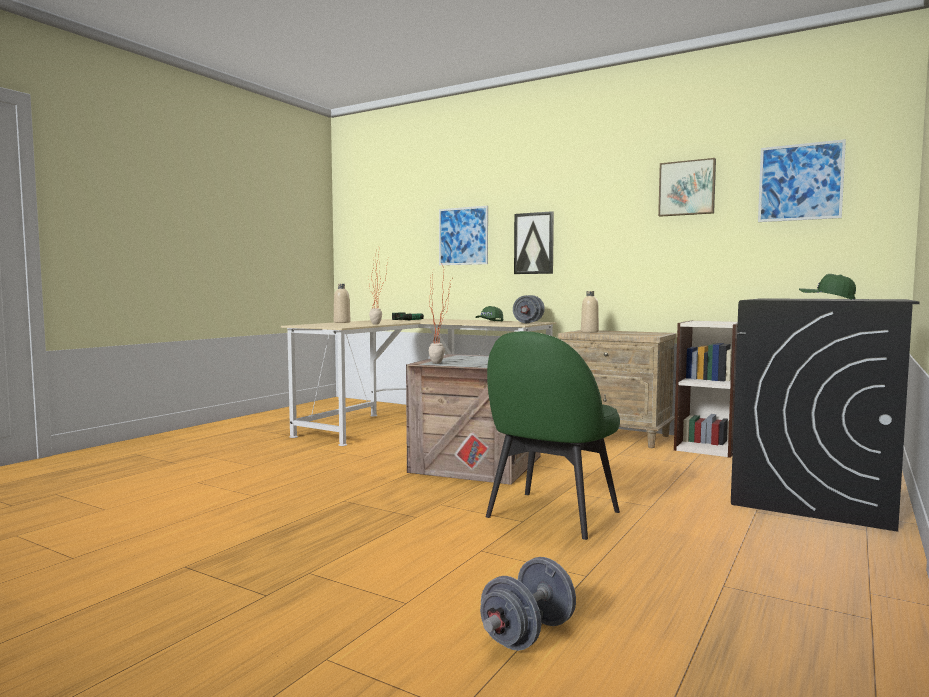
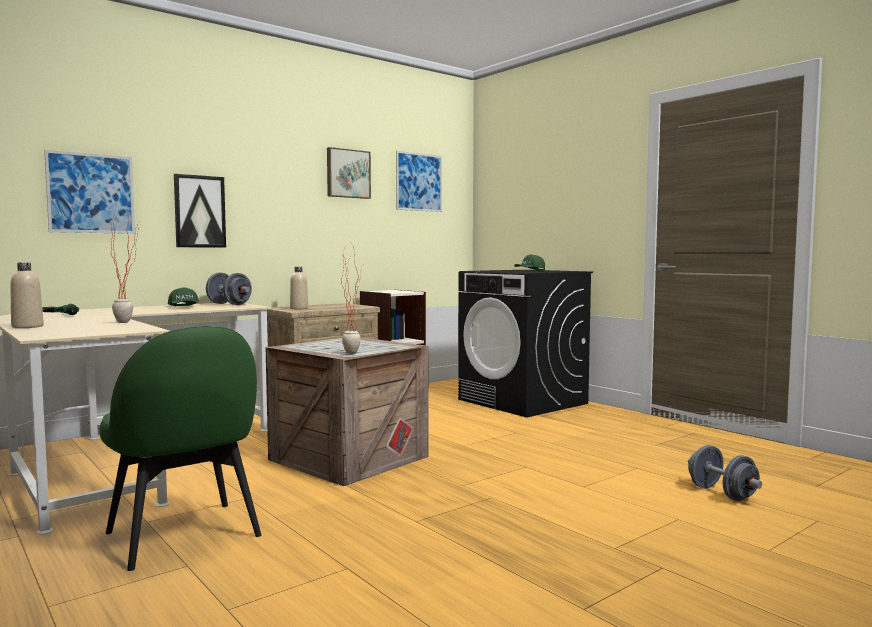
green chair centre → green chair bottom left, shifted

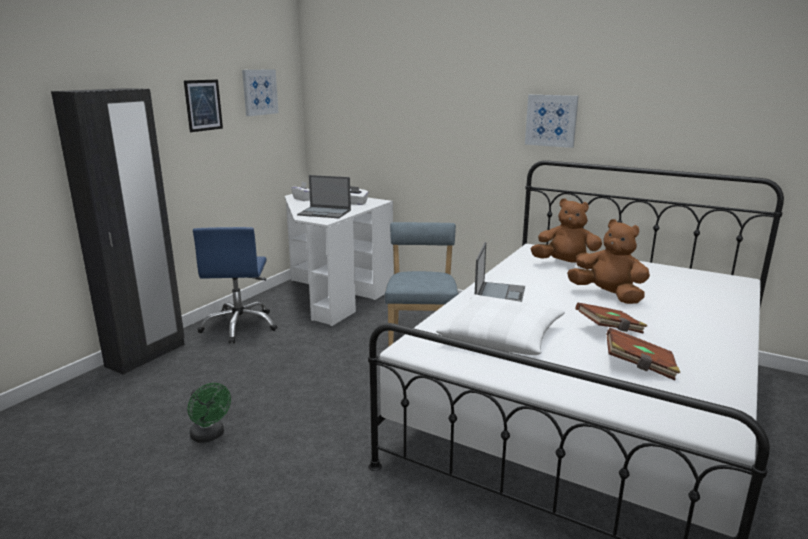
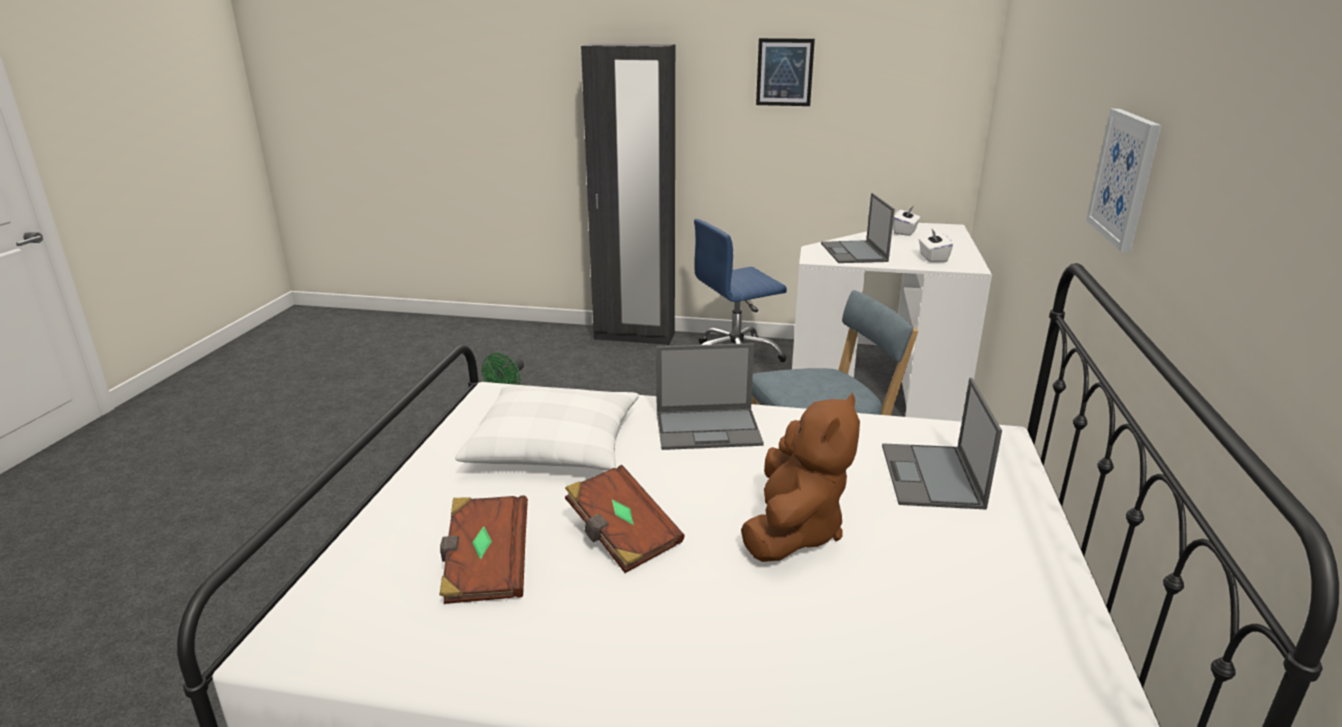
wall picture (no. 2 from left) top left → -
brown-coloured cuddly toy (no. 1 from left) middle right → portable computer (no. 3 from left) middle right

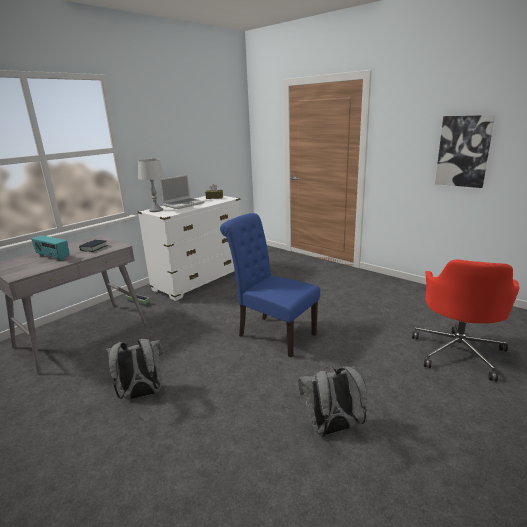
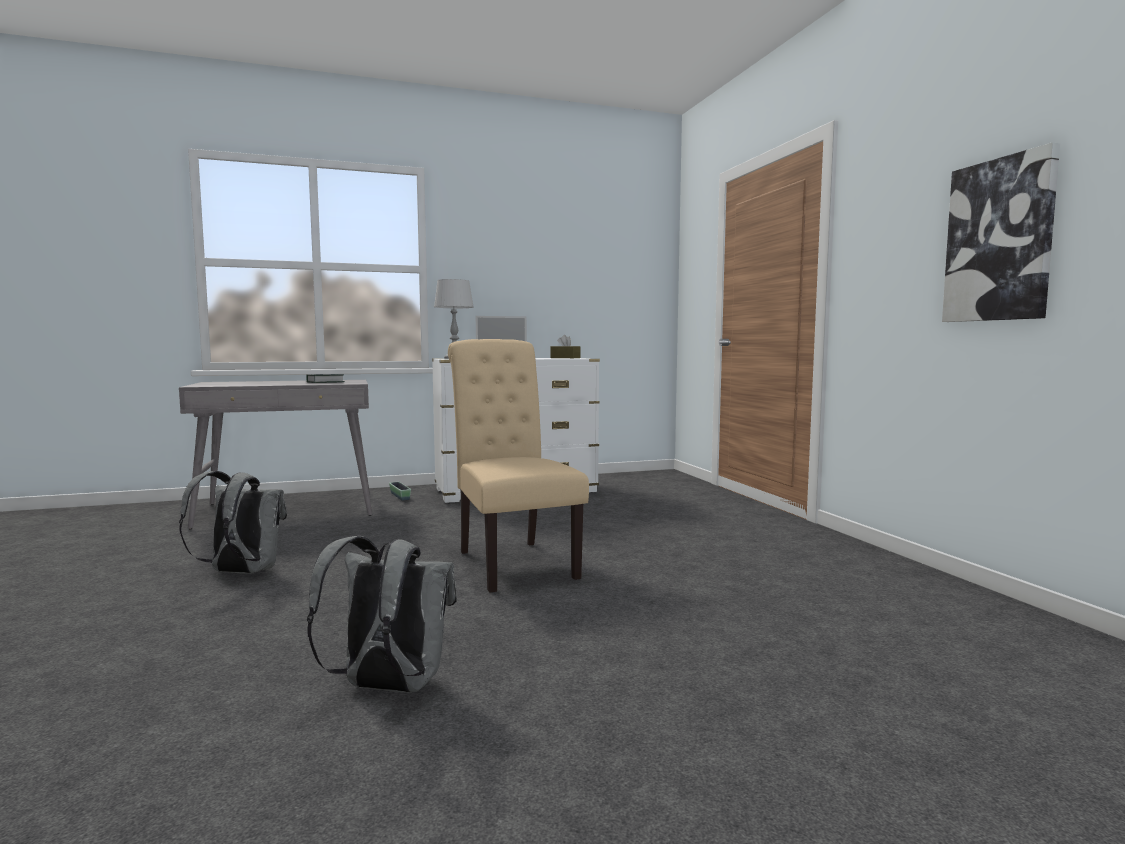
radio set middle left → -
red-coloured office chair middle right → -
bluish chair centre → beige-coloured chair centre

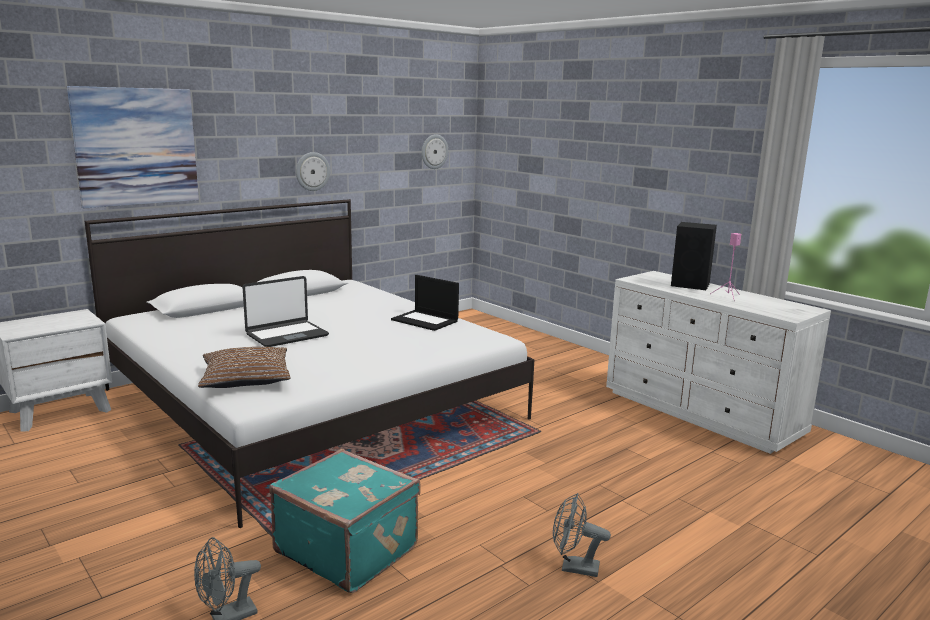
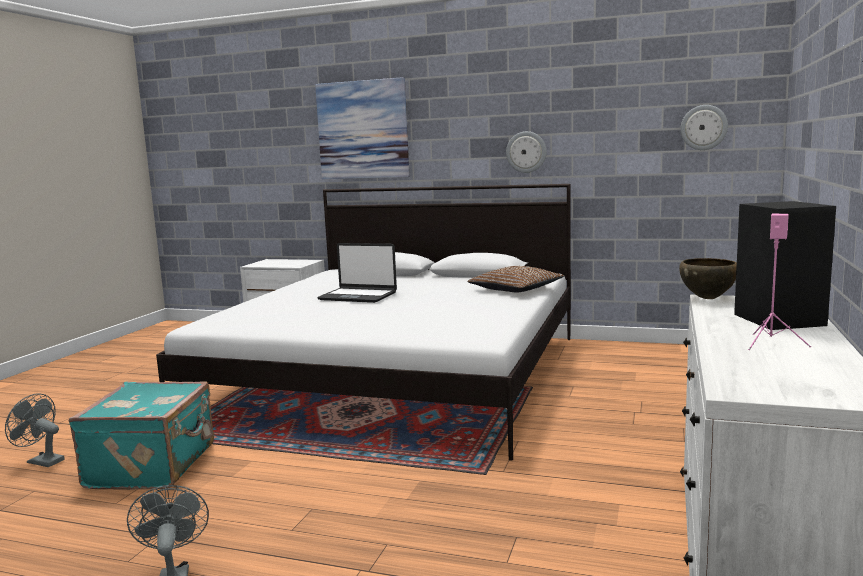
portable computer (no. 2 from left) centre → -
- → brown-coloured bowl middle right
brown-coloured pillow middle left → brown-coloured pillow centre, shifted

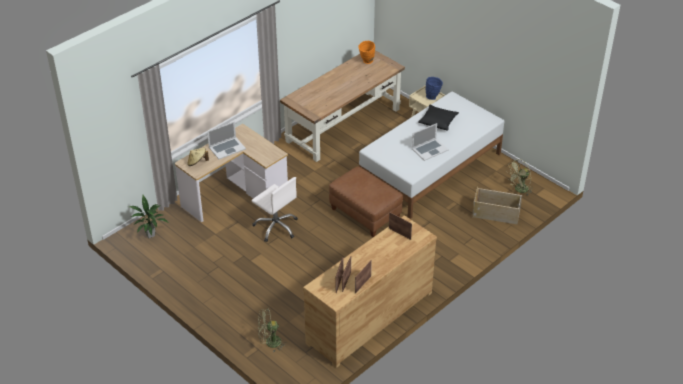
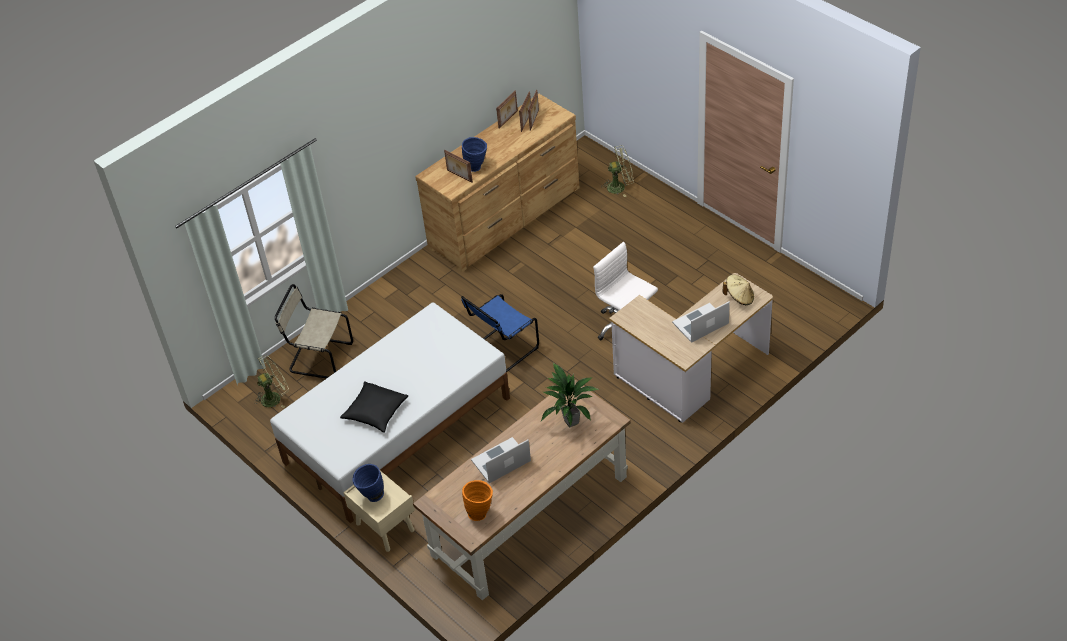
- → bluish vase (no. 2 from left) top centre
houseplant middle left → houseplant centre, shifted
portable computer (no. 2 from left in the first image) centre → portable computer (no. 1 from left) bottom centre, shifted
brown-coloured footrest centre → bluish chair centre
beige-coloured storage bin middle right → beige-coloured chair middle left

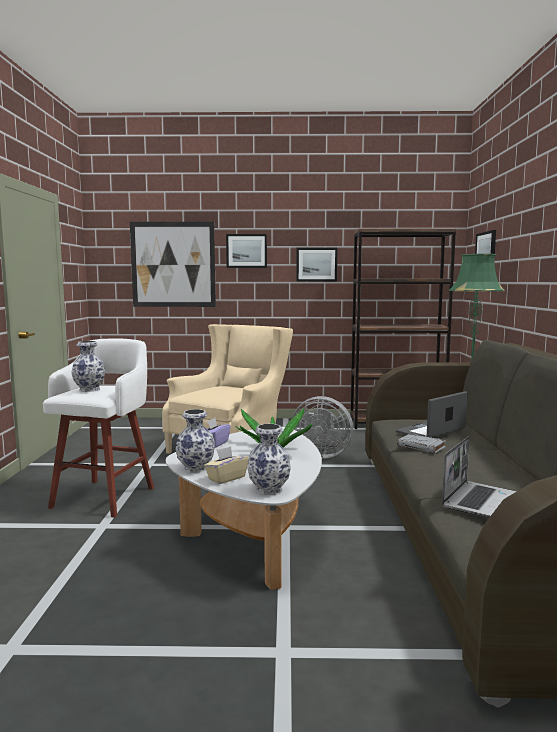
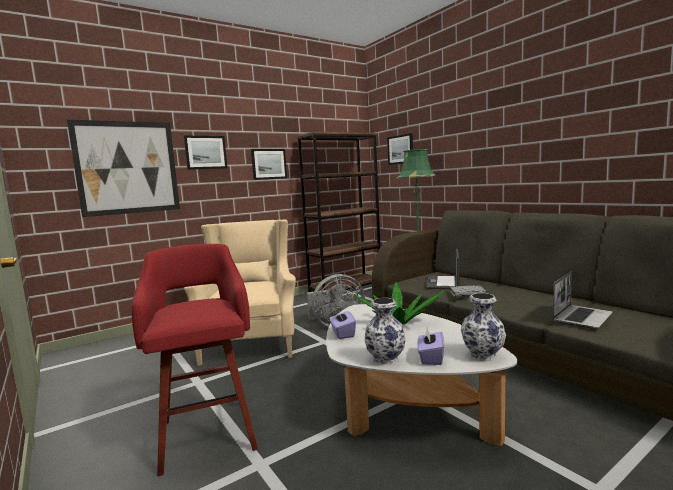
vase (no. 1 from left) middle left → -
whitish sitting stool middle left → red-coloured sitting stool bottom left
beige-coloured tissue box centre → purple-coloured tissue box (no. 2 from left) bottom centre
portable computer (no. 2 from left) middle right, 45 degrees clockwise

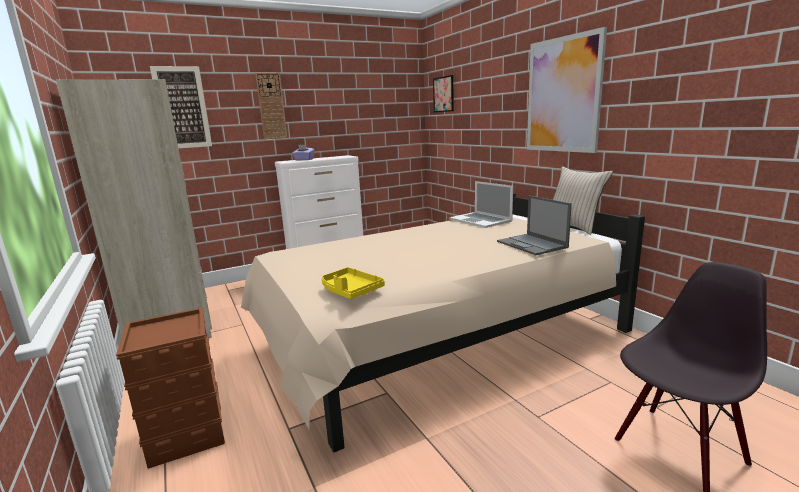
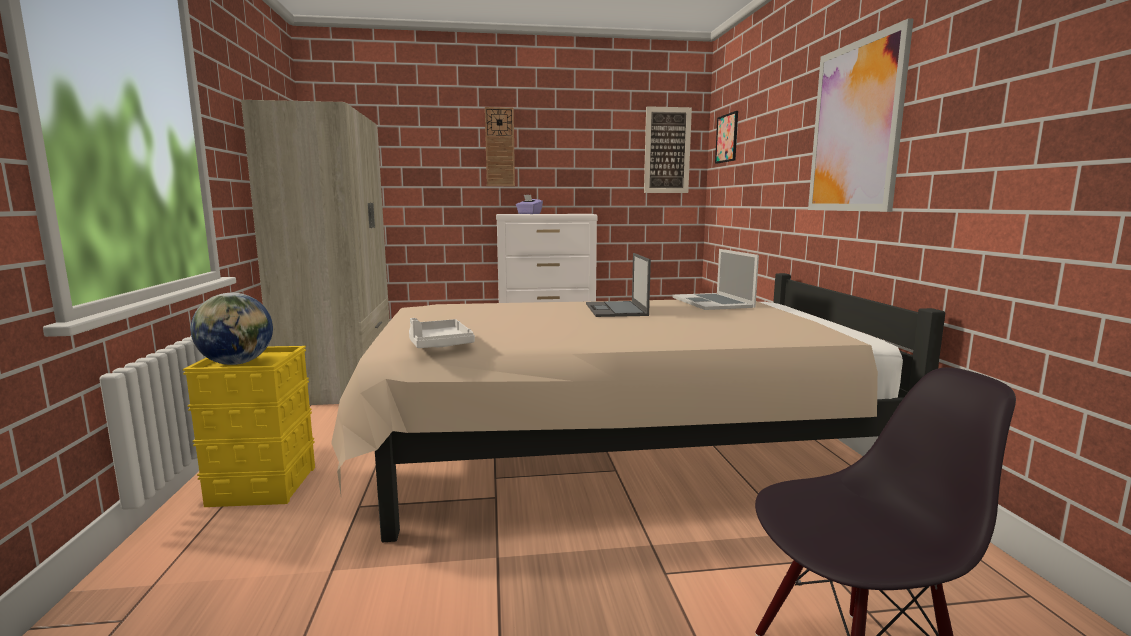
beige-coloured pillow middle right → -
- → globe middle left
wall picture (no. 1 from left) top left → wall picture (no. 1 from left) top centre, shifted
portable computer (no. 2 from left in the first image) middle right → portable computer (no. 1 from left) centre, shifted
brown-coloured storage bin bottom left → yellow-coloured storage bin bottom left
yellow-coloured carrying tray centre → whitish carrying tray centre

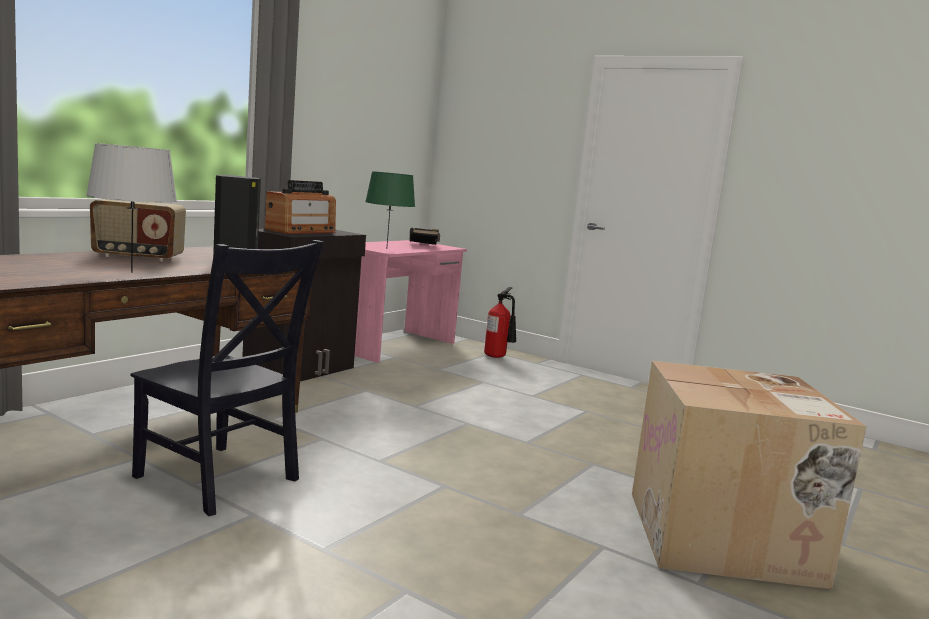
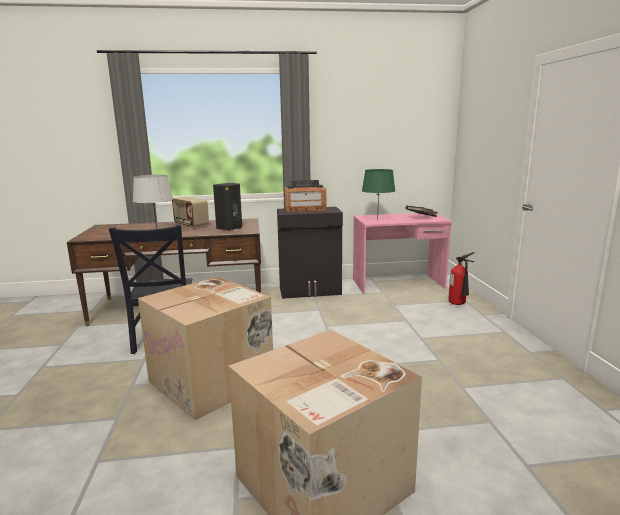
- → carton (no. 1 from left) bottom left

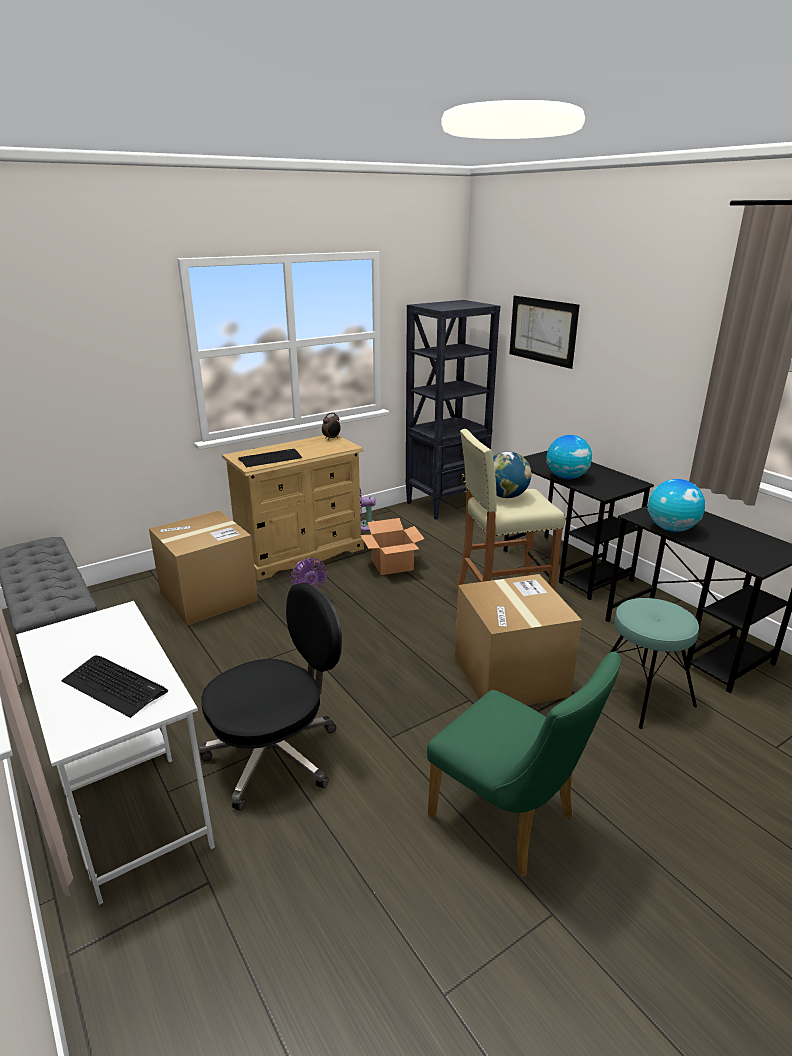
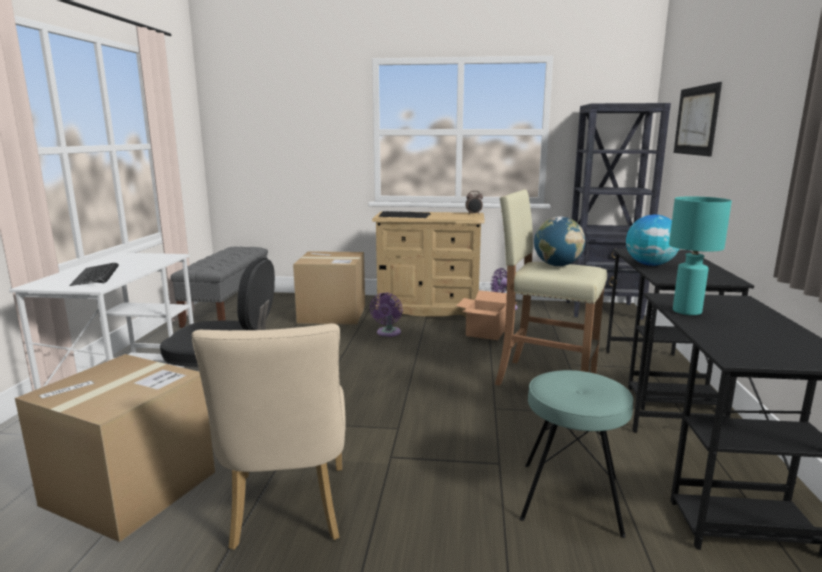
carton (no. 3 from left in the first image) centre → carton (no. 1 from left) bottom left, shifted
globe (no. 3 from left) middle right → turquoise tabletop lamp middle right
green chair bottom centre → beige-coloured chair bottom left

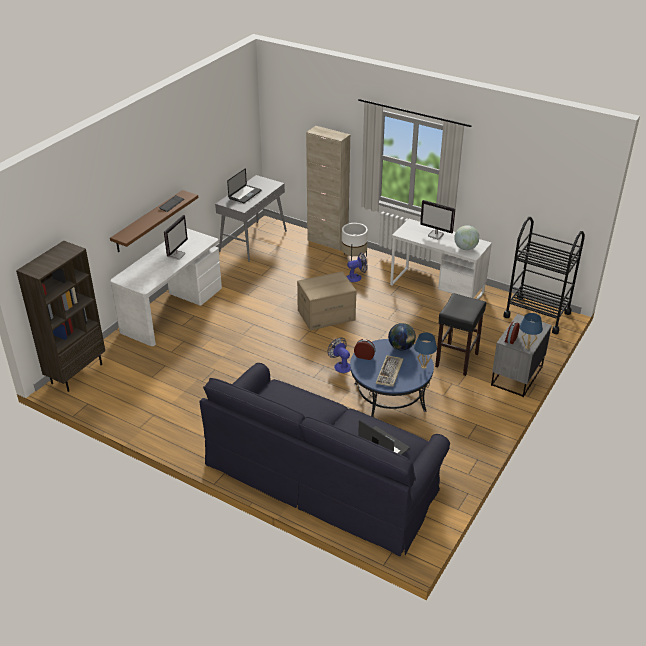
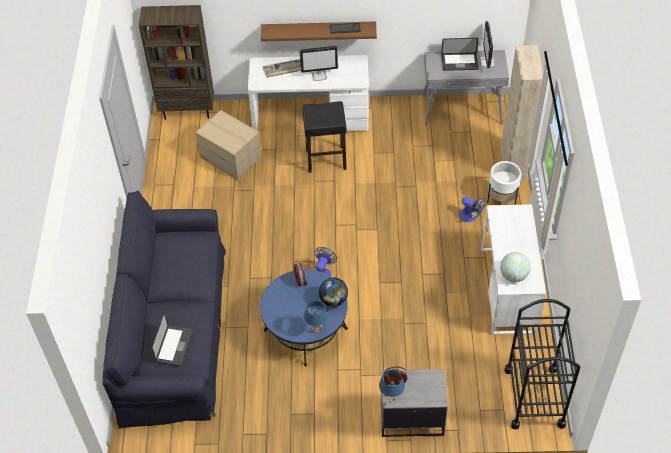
carton centre → carton top centre, shifted
PC keyboard (no. 2 from left in the first image) centre → PC keyboard (no. 1 from left) top centre, shifted
monitor (no. 2 from left) middle right → monitor (no. 2 from left) top right, shifted
blackish sitting stool middle right → blackish sitting stool top centre, shifted

